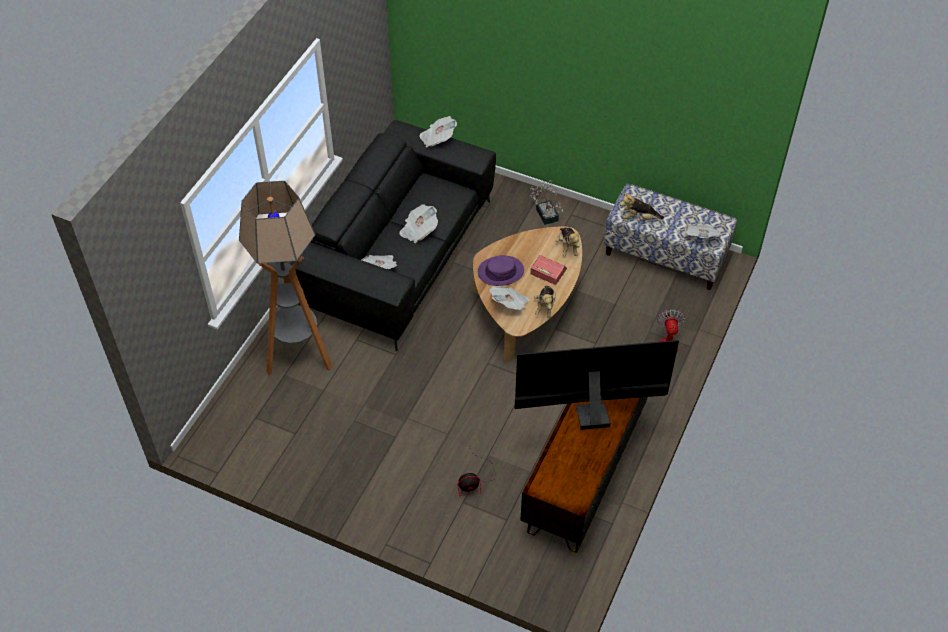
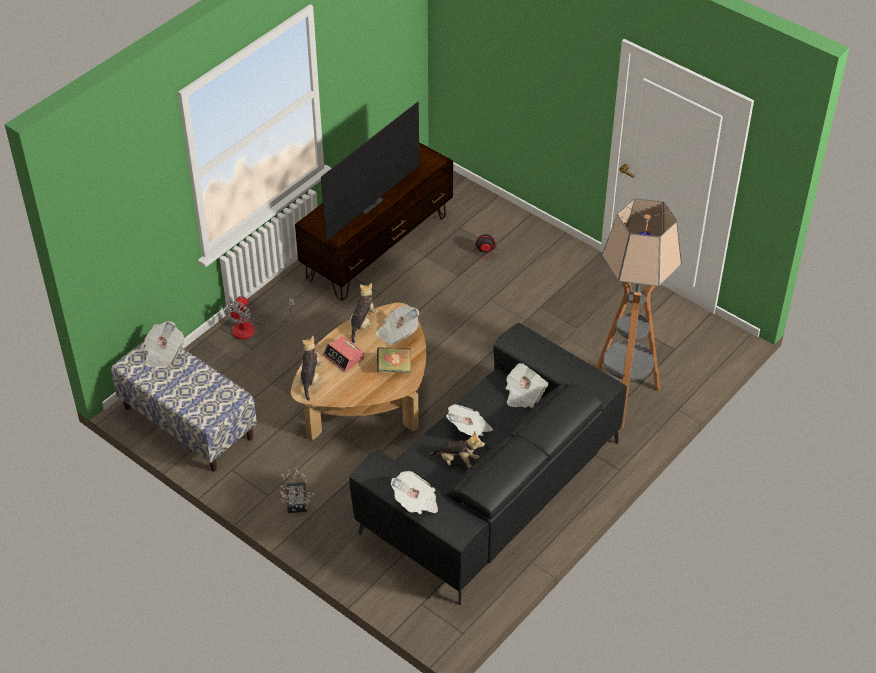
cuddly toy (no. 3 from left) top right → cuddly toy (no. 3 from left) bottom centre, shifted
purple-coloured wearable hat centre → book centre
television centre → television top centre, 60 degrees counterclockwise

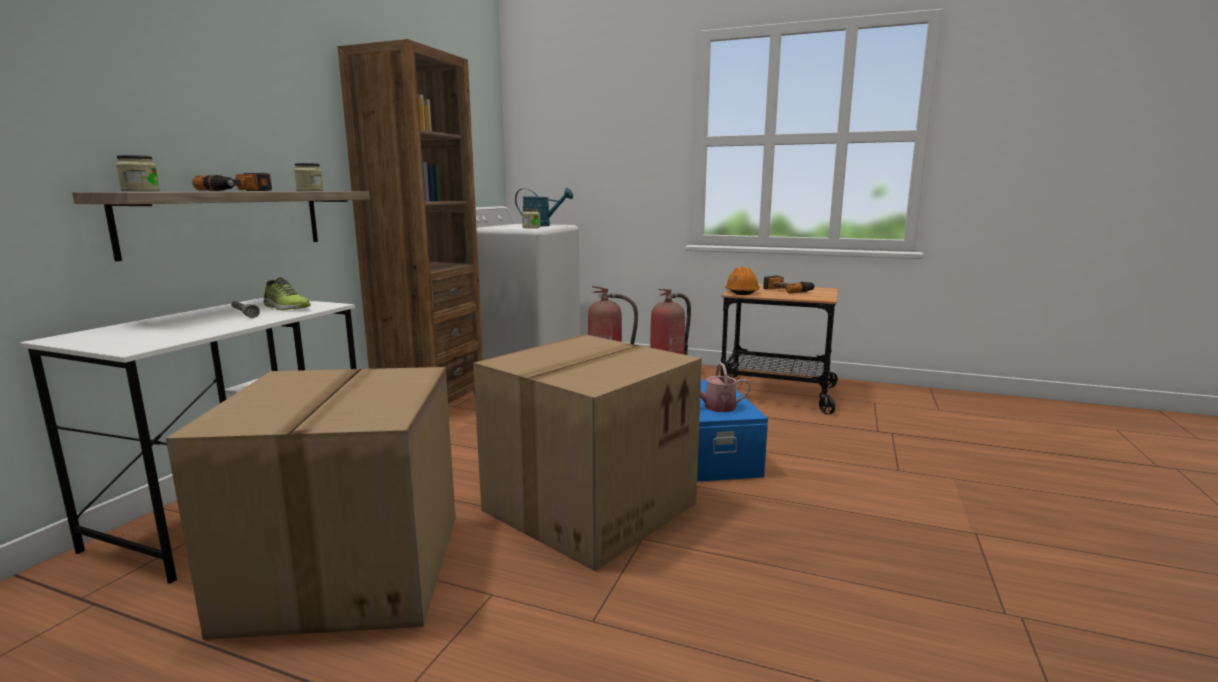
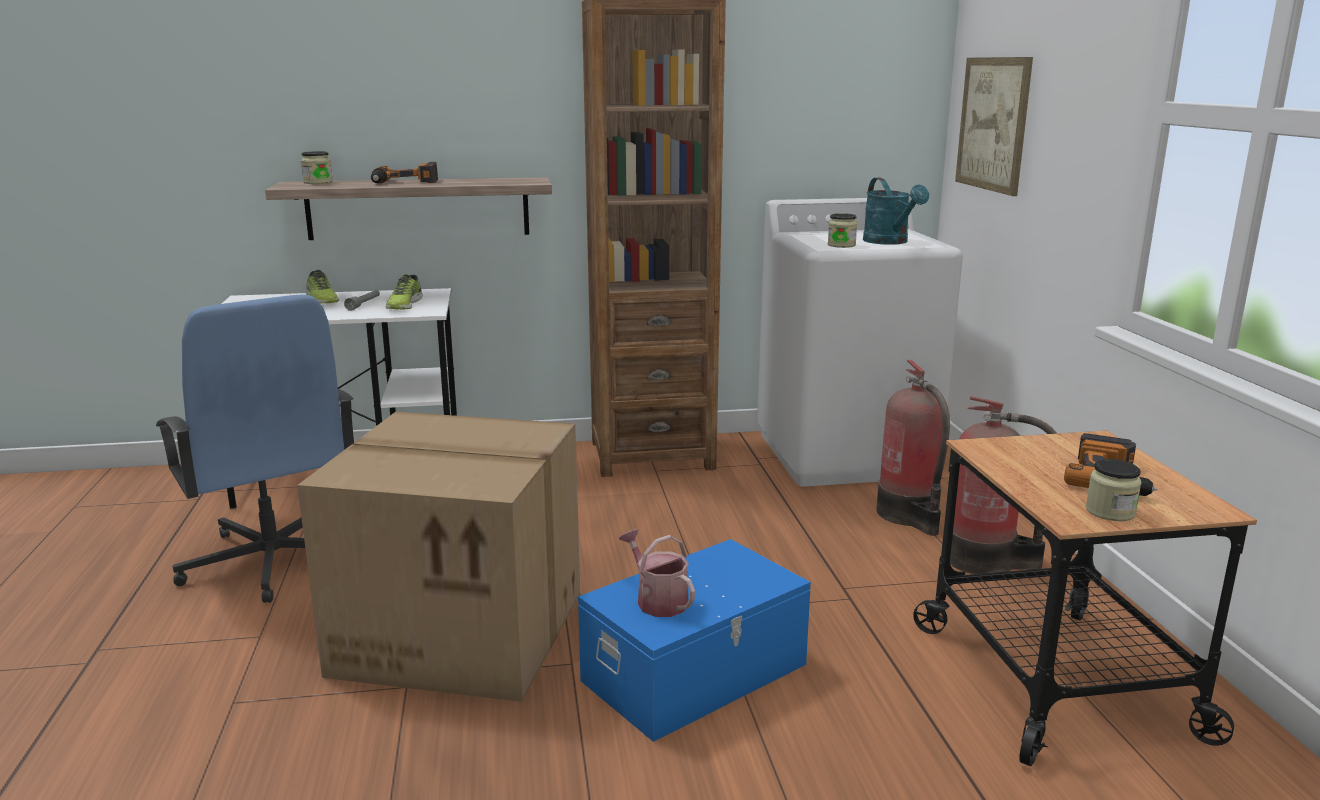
orange-coloured safety helmet centre → -
- → low shoe (no. 1 from left) middle left
- → wall picture top right
preserve jar (no. 2 from left in the first image) top left → preserve jar (no. 3 from left) middle right, shifted
carton (no. 1 from left) bottom left → bluish office chair middle left

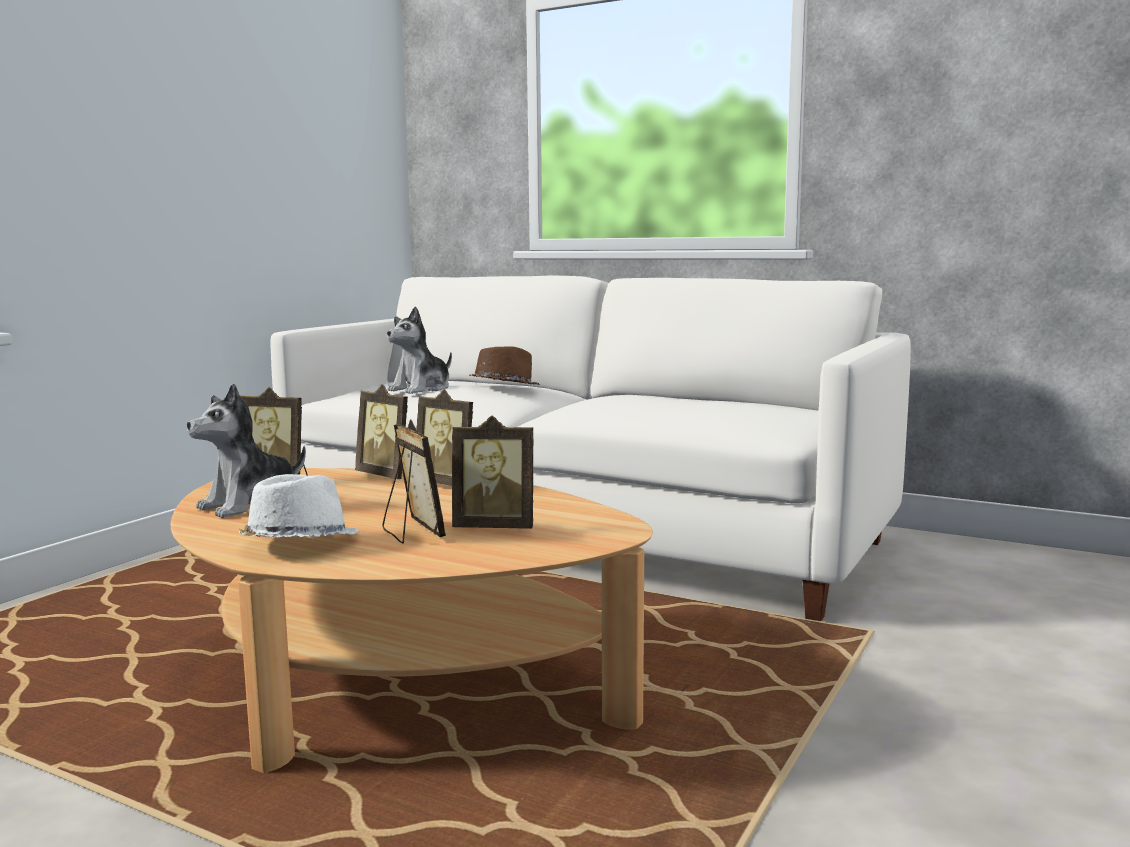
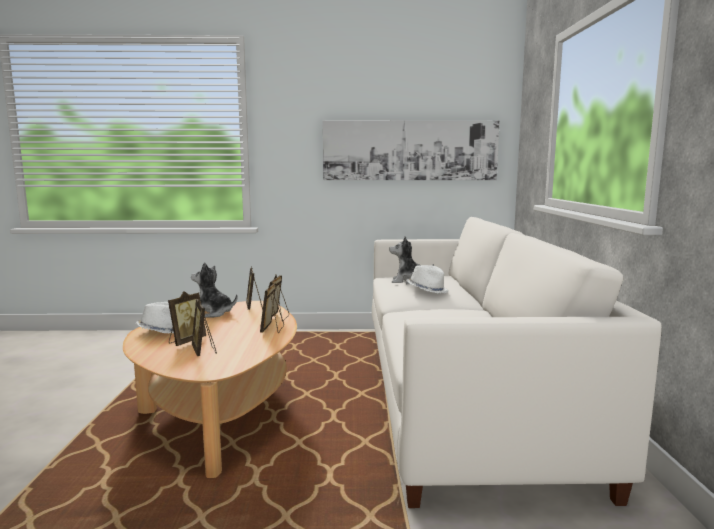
- → wall picture top centre
brown-coloured wearable hat centre → whitish wearable hat (no. 2 from left) centre

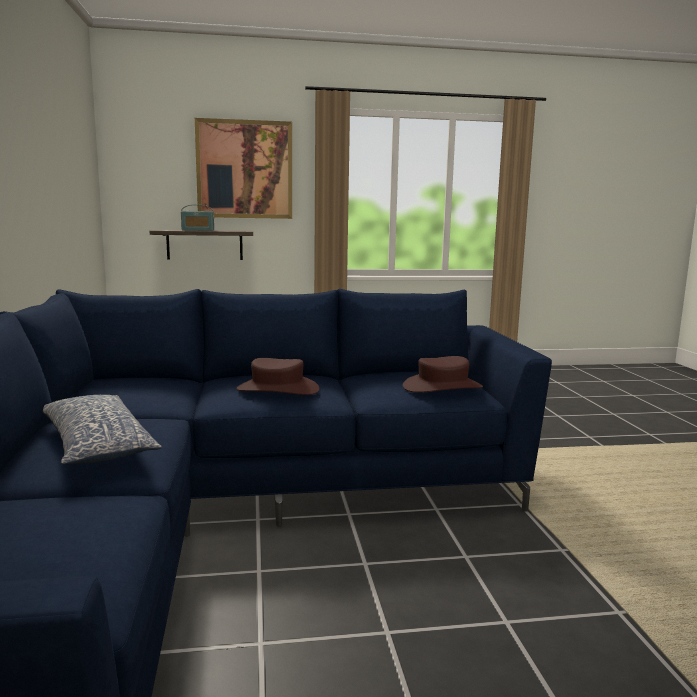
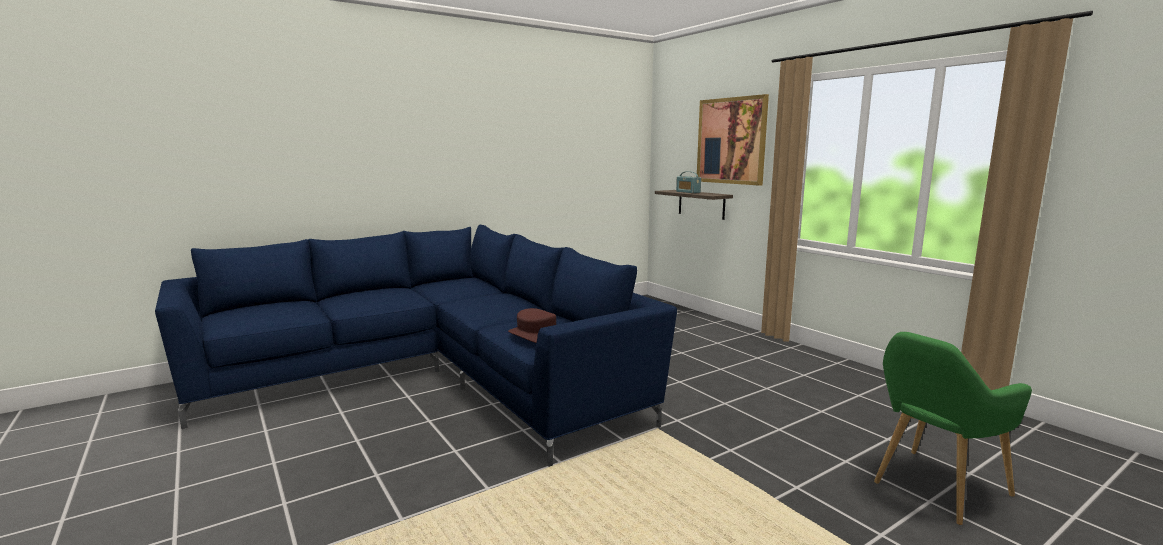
pillow middle left → -
brown-coloured wearable hat (no. 1 from left) centre → -
- → green lounge chair bottom right

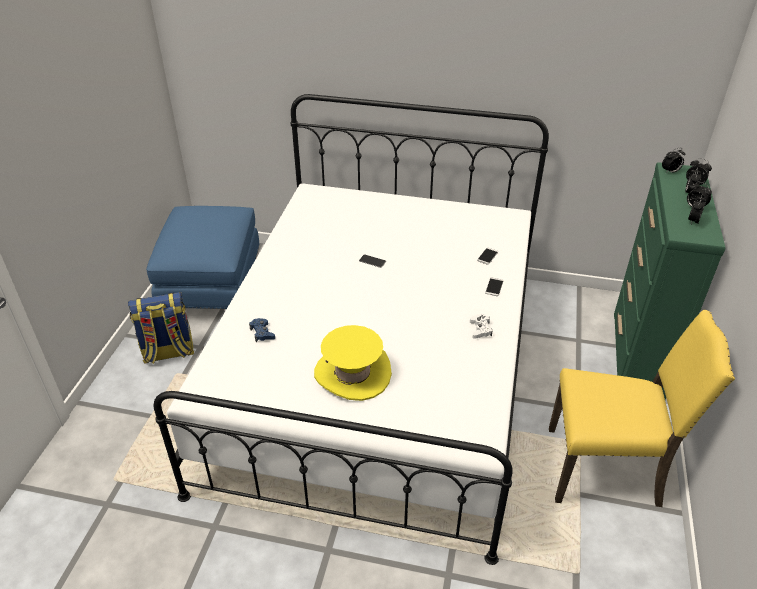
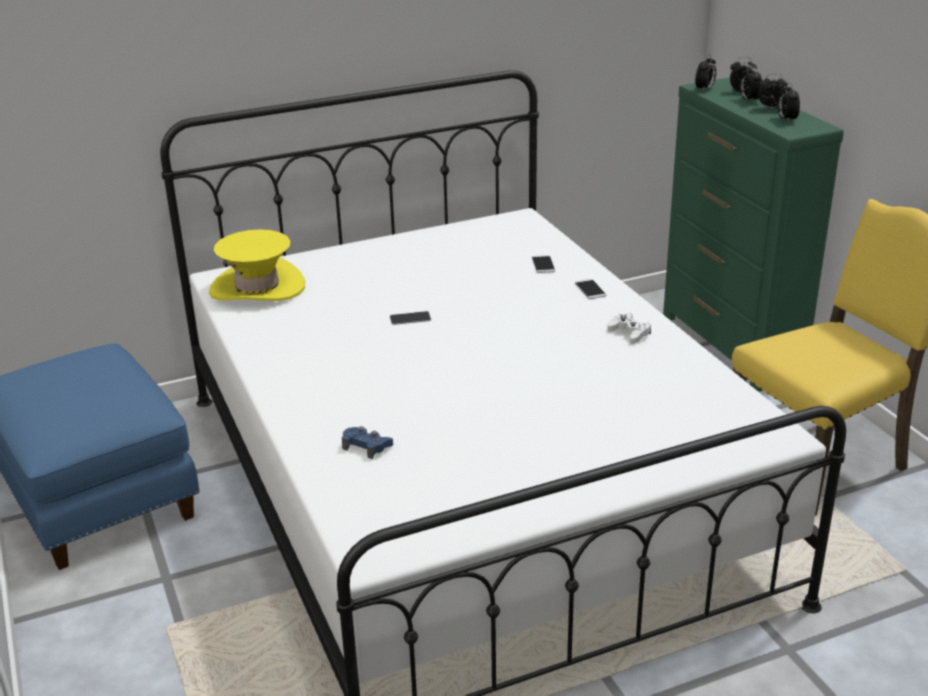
knapsack middle left → -
yellow-coloured wearable hat centre → yellow-coloured wearable hat middle left, shifted

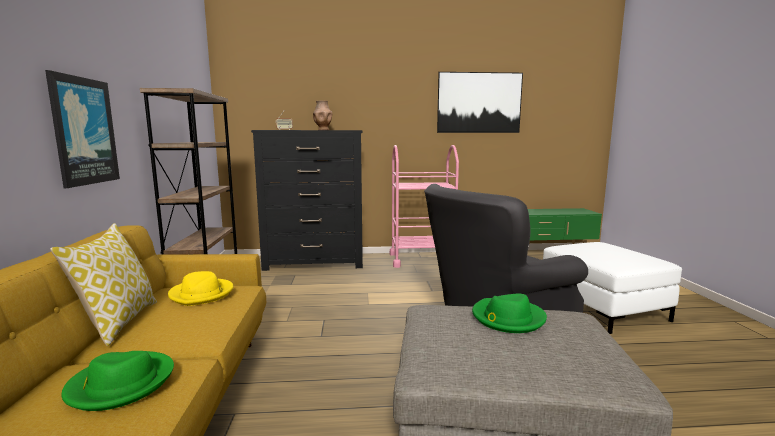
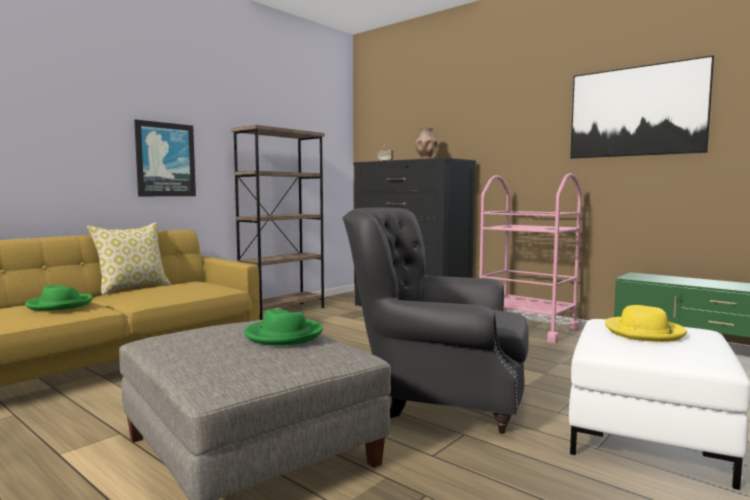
yellow-coloured wearable hat middle left → yellow-coloured wearable hat middle right, shifted

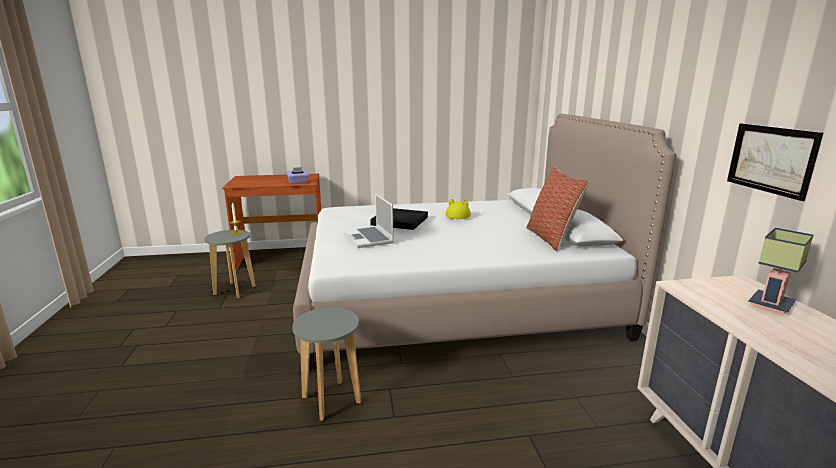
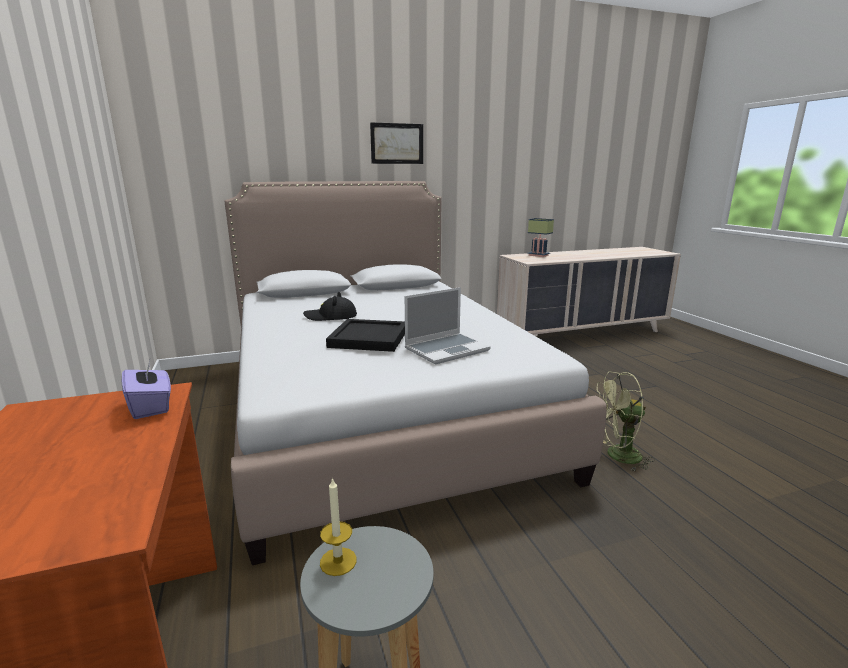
pillow centre → -
wall picture middle right → wall picture top centre, shifted
greyish sitting stool (no. 2 from left) bottom centre → green electric fan middle right
yellow-coloured wearable hat centre → blackish wearable hat centre

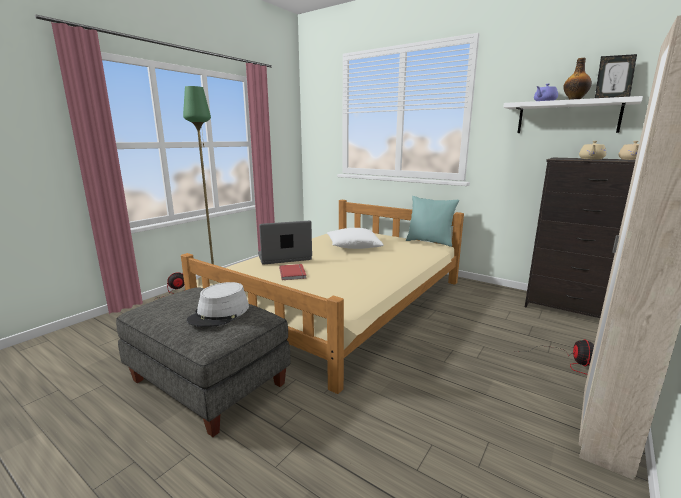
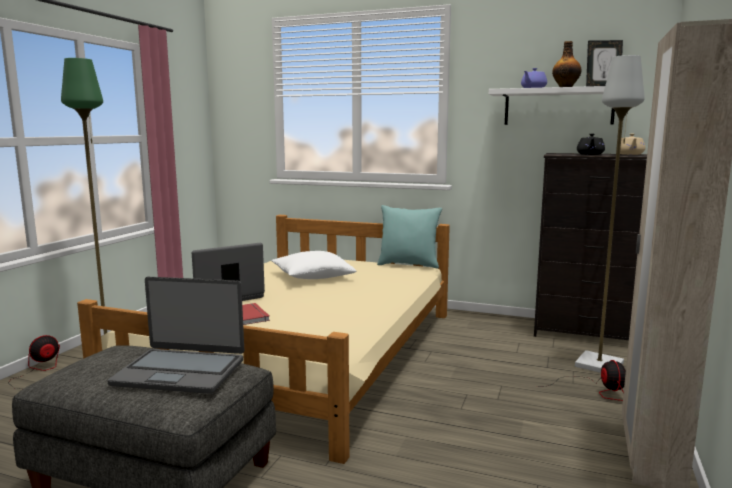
- → greyish standard lamp middle right
greyish wearable hat middle left → portable computer (no. 1 from left) bottom left
beige-coloured teapot (no. 1 from left) top right → blackish teapot top right

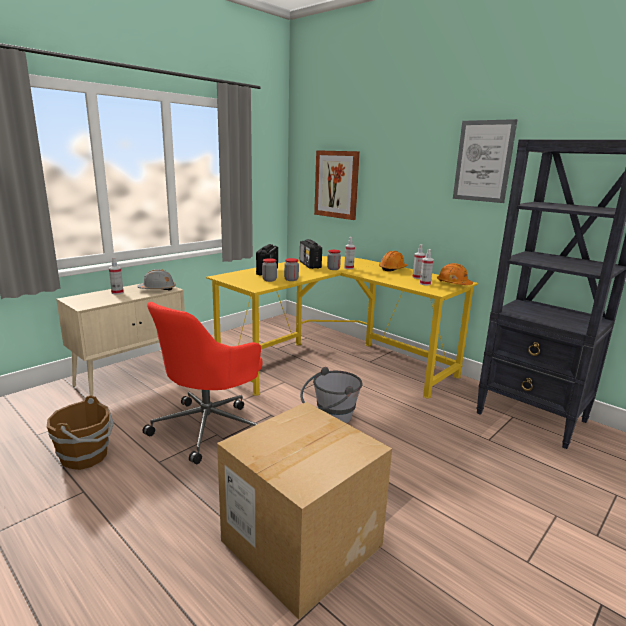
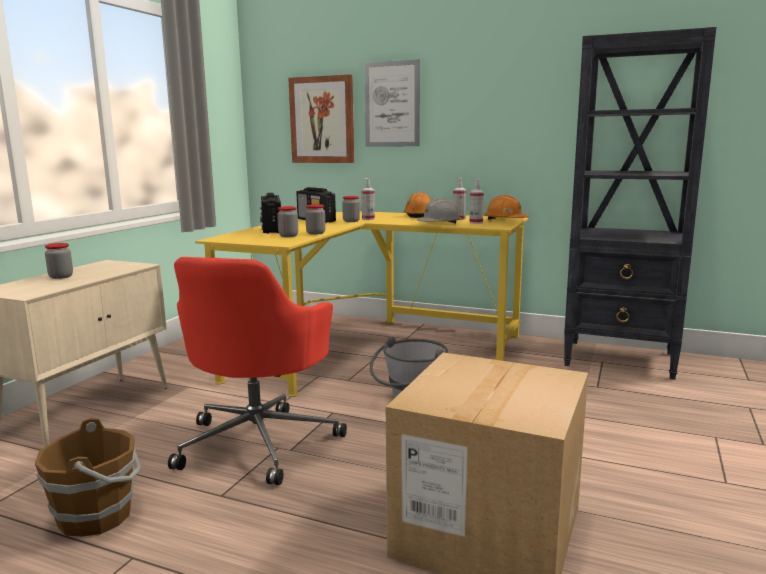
greyish safety helmet middle left → greyish safety helmet centre, shifted
wall picture (no. 2 from left) top right → wall picture (no. 2 from left) top centre, shifted
spray bottle (no. 1 from left) middle left → preserve jar (no. 1 from left) middle left

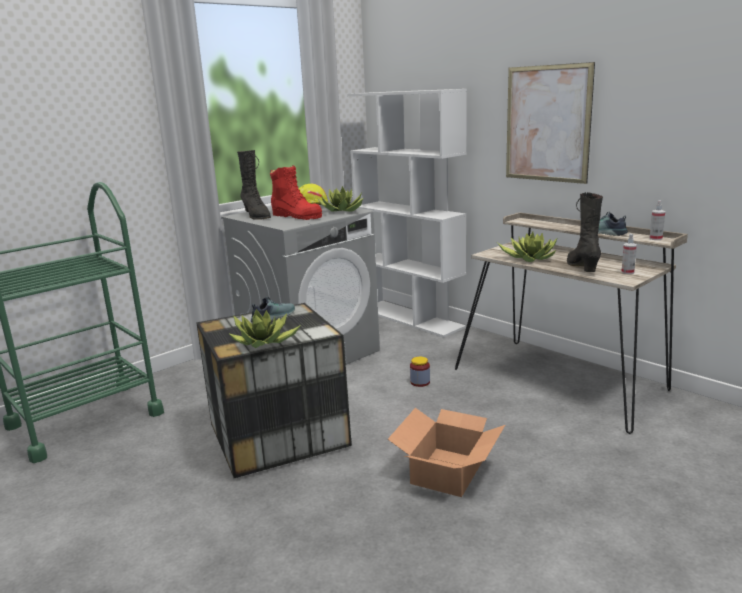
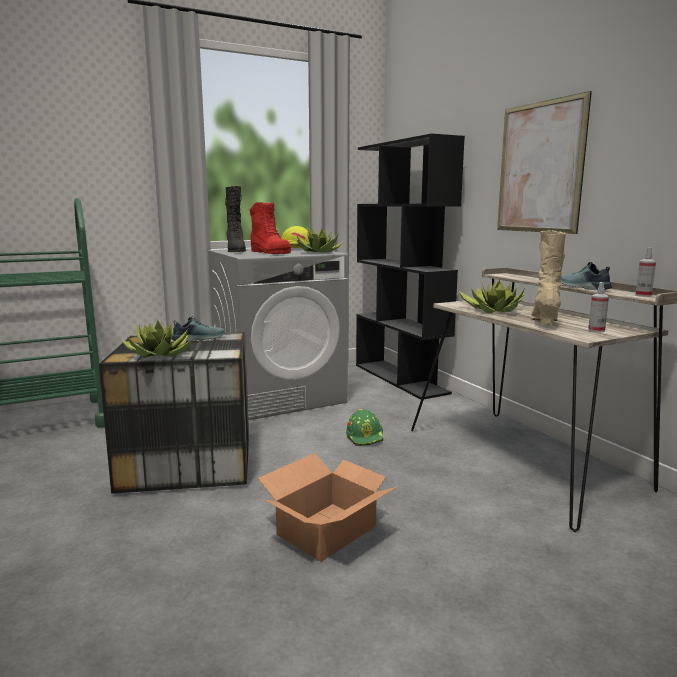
preserve jar centre → green safety helmet centre
whitish bookcase centre → blackish bookcase centre
blackish tall boot (no. 2 from left) middle right → beige-coloured tall boot middle right

